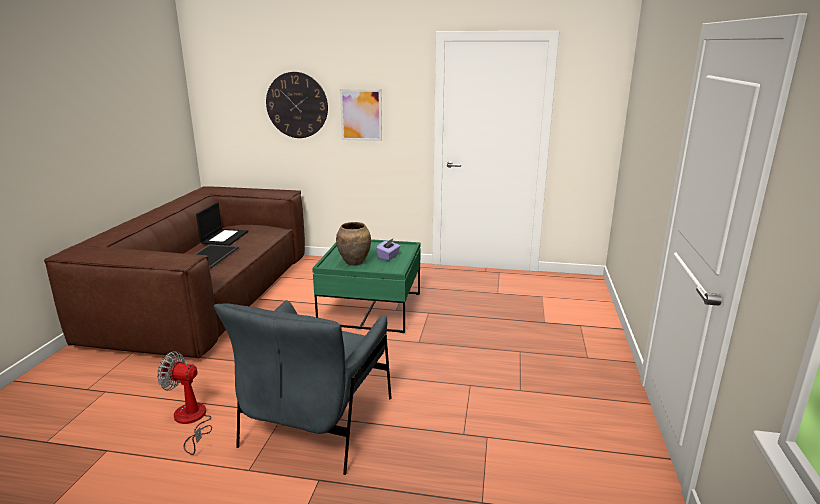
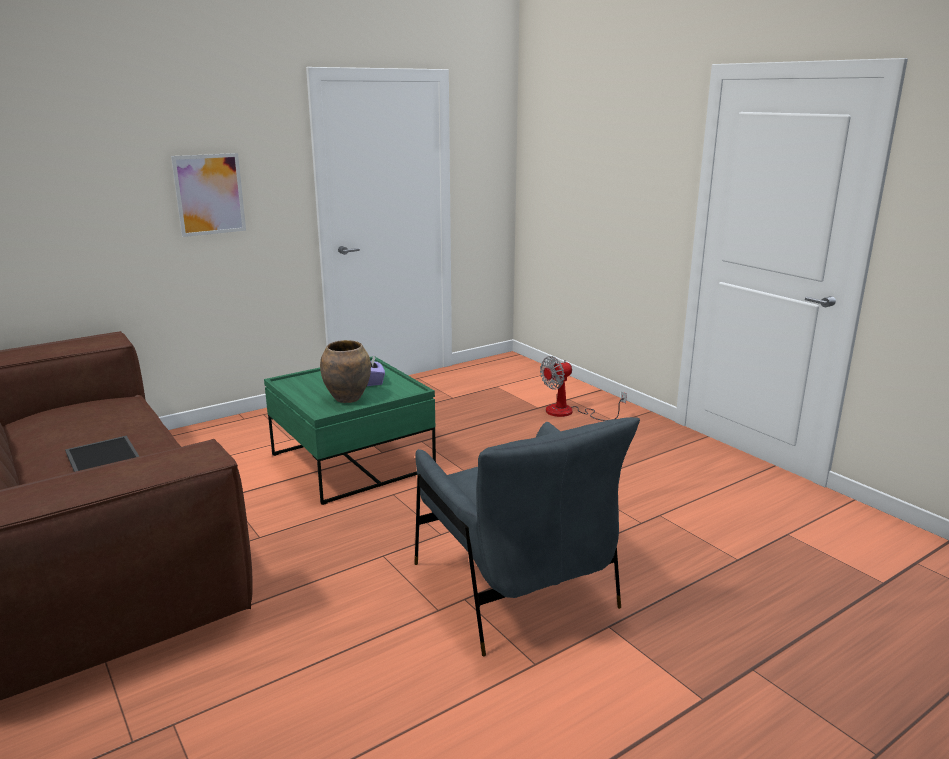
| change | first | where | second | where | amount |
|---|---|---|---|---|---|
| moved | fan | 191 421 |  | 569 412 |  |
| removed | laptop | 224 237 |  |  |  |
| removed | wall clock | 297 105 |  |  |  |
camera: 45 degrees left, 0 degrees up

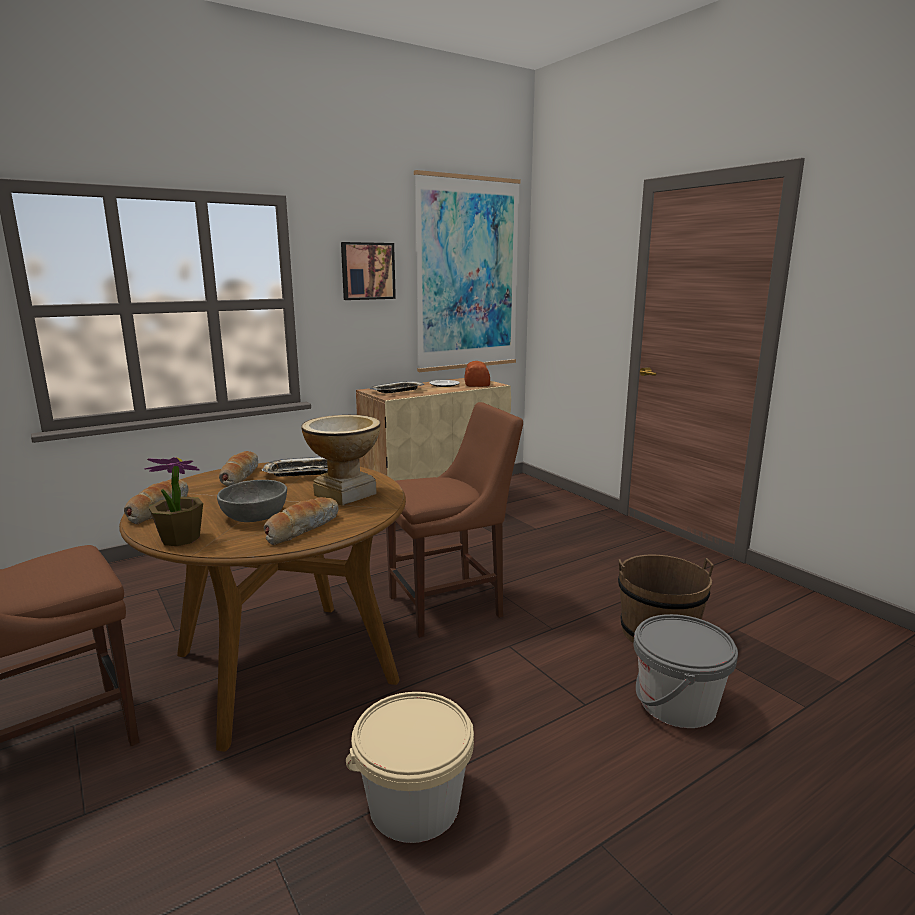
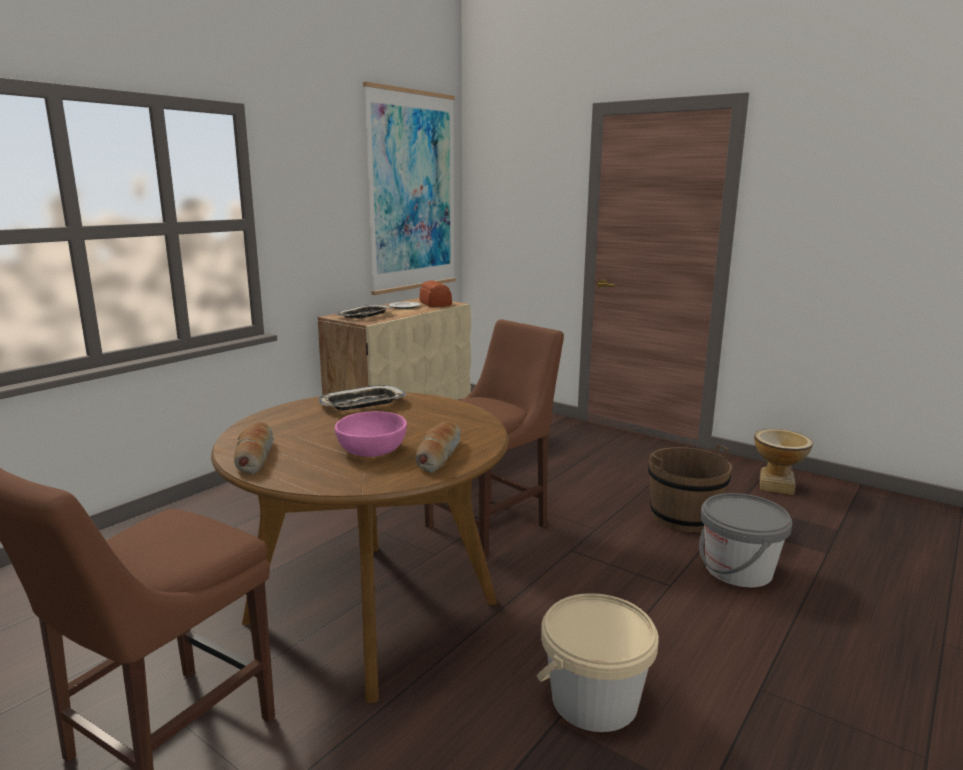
| change | first | where | second | where | amount |
|---|---|---|---|---|---|
| recoloured | grey bowl | 254 515 | pink bowl | 372 450 |  |
| moved | vase | 345 494 |  | 776 486 |  |
| removed | potted plant | 180 539 |  |  |  |
| removed | bread | 239 476 |  |  |  |
| removed | picture | 367 271 |  |  |  |
camera: 20 degrees left, 0 degrees up

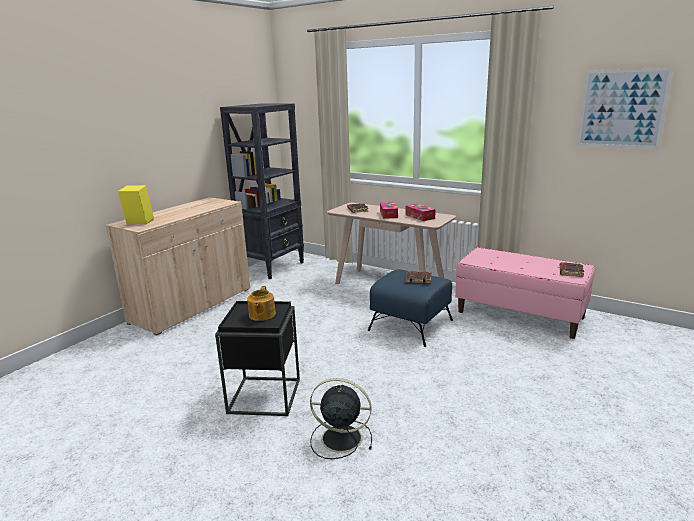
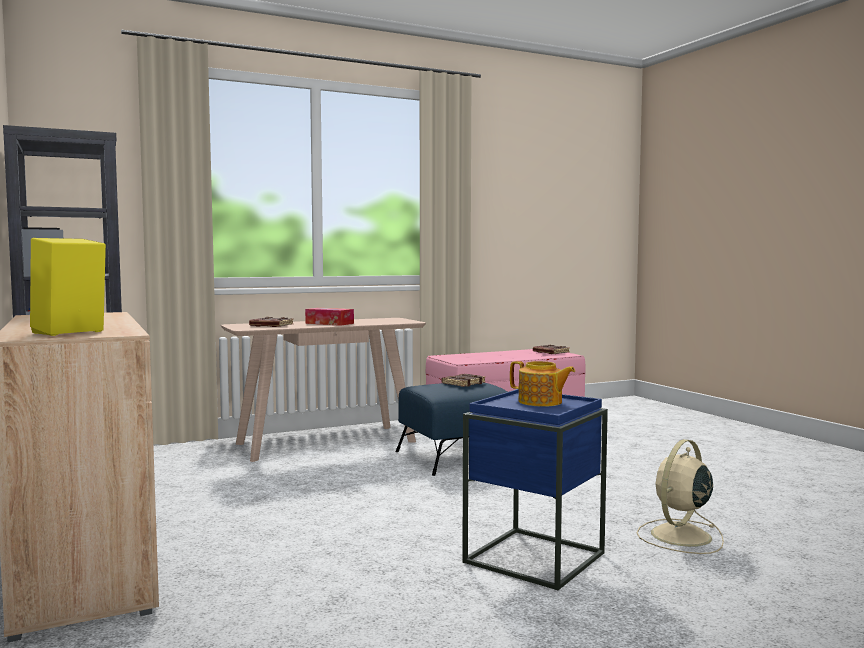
| change | first | where | second | where | amount |
|---|---|---|---|---|---|
| recoloured | black side table | 264 396 | blue side table | 533 557 |  |
| recoloured | black fan | 339 438 | beige fan | 679 536 |  |
| removed | tissue box | 420 217 |  |  |  |
| removed | picture | 622 109 |  |  |  |
camera: 60 degrees left, 15 degrees down

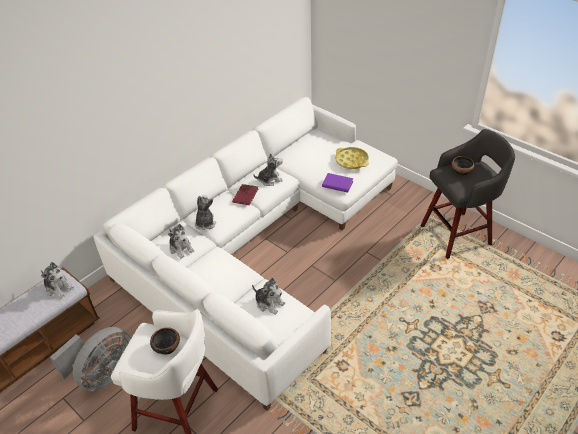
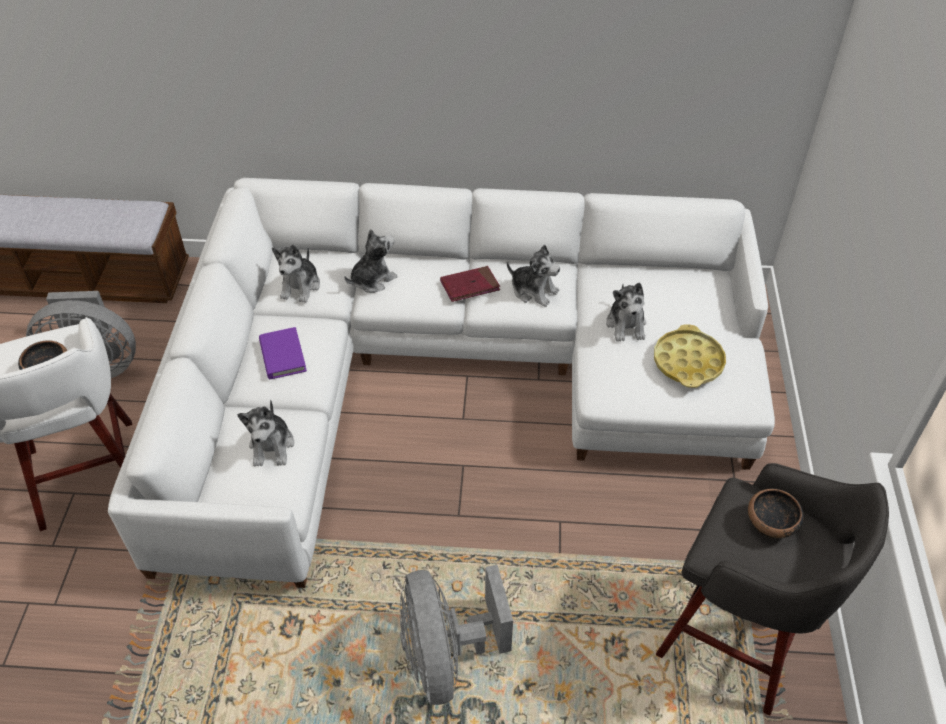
| change | first | where | second | where | amount |
|---|---|---|---|---|---|
| moved | purple book | 337 184 |  | 282 356 |  |
| added |  |  | grey fan | 446 657 |  |
| moved | plush toy | 58 287 |  | 626 324 |  |
camera: 50 degrees right, 5 degrees up

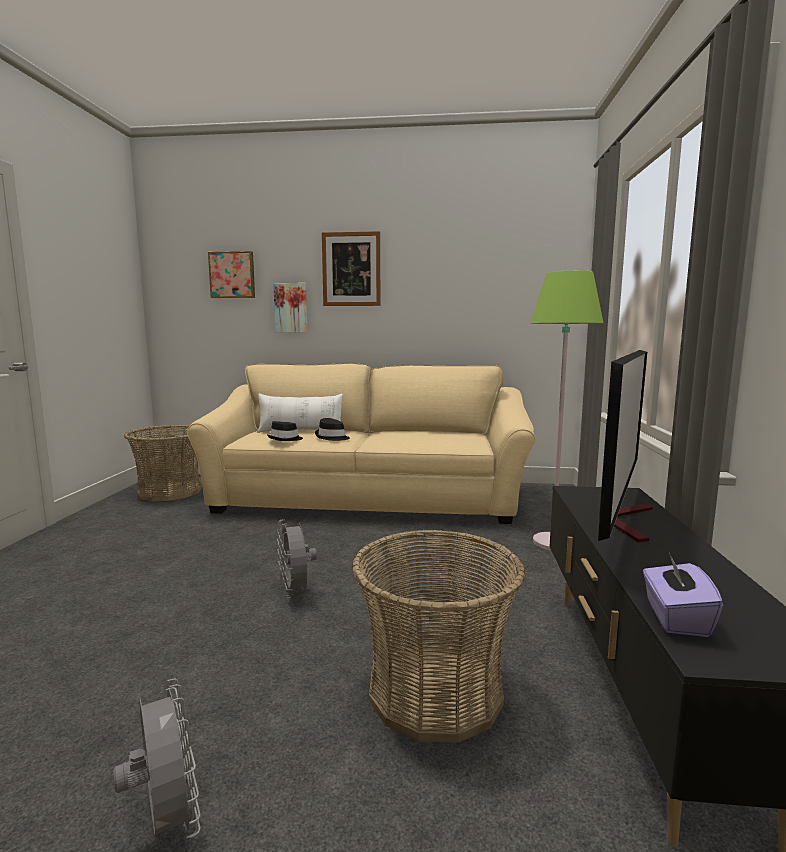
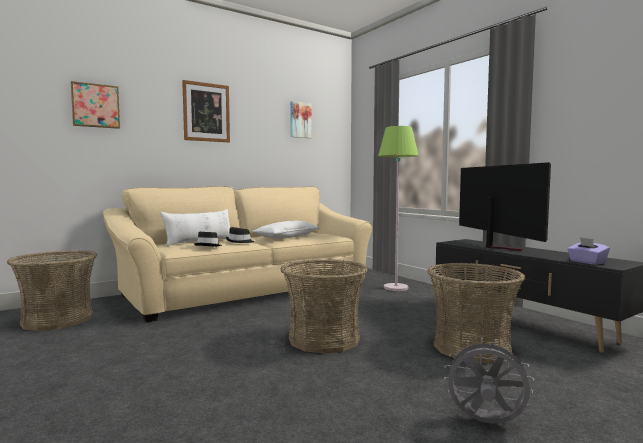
| change | first | where | second | where | amount |
|---|---|---|---|---|---|
| added |  |  | white pillow | 287 237 |  |
| replaced | grey fan | 295 592 | basket | 324 339 |  |
| moved | picture | 291 308 |  | 300 120 |  |
camera: 40 degrees left, 5 degrees down

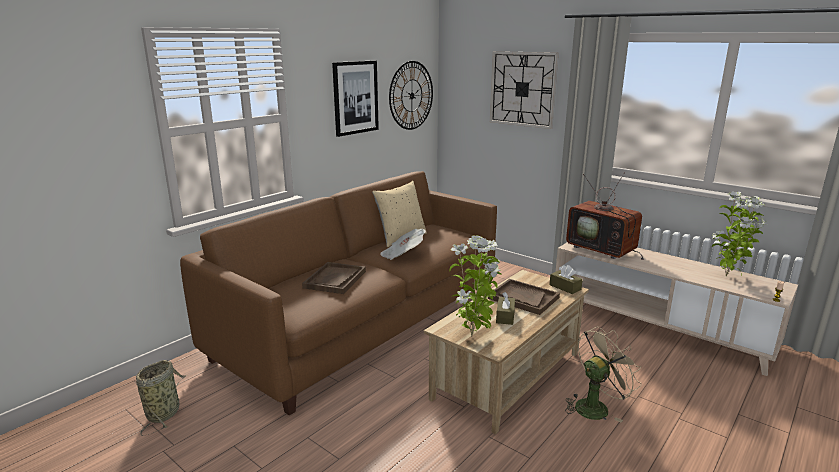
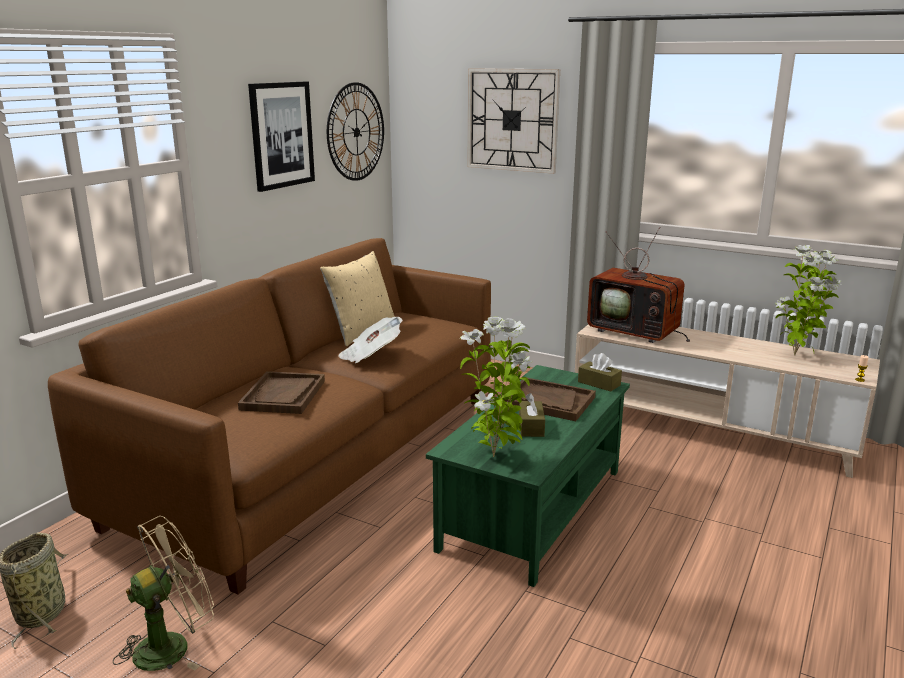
| change | first | where | second | where | amount |
|---|---|---|---|---|---|
| moved | beige fan | 596 406 |  | 172 645 |  |
| recoloured | beige coffee table | 507 375 | green coffee table | 533 508 |  |
camera: 10 degrees left, 0 degrees up

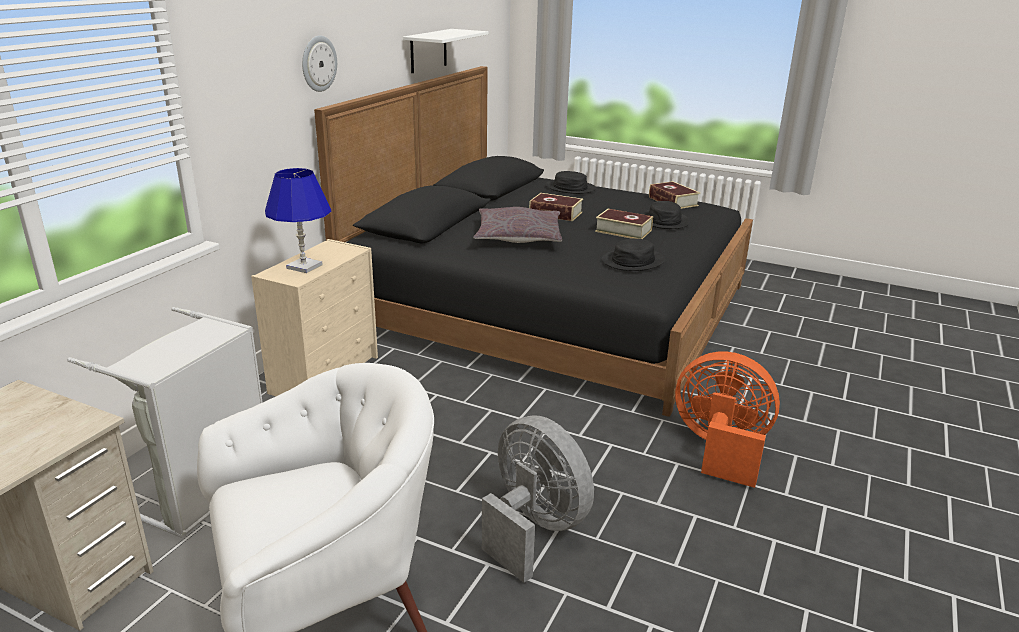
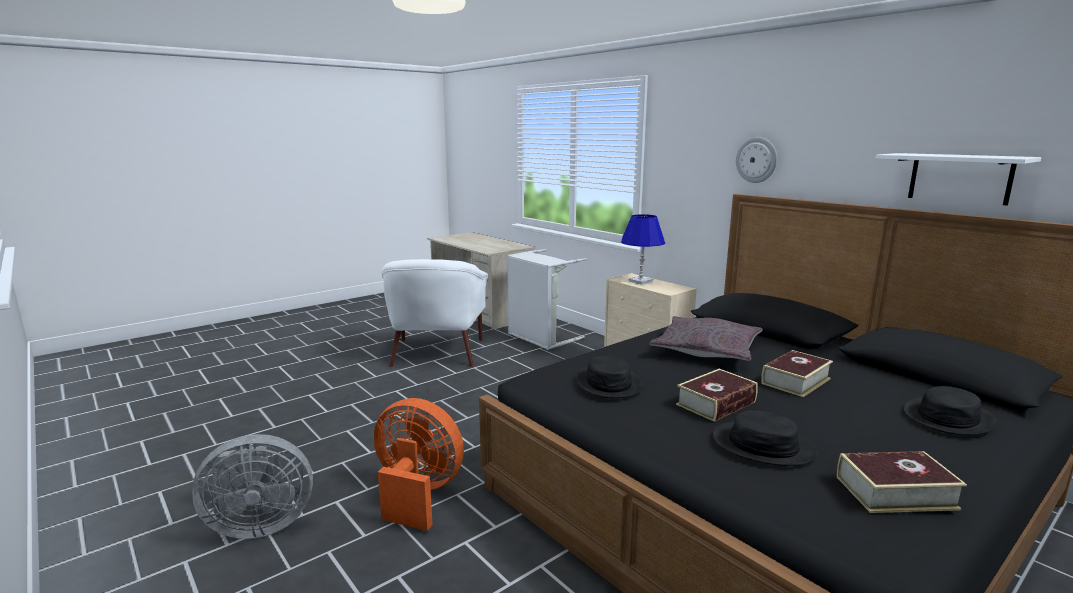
| change | first | where | second | where | amount |
|---|---|---|---|---|---|
| moved | grey fan | 533 529 |  | 258 525 |  |
| turned | orange fan | 720 449 |  | 417 494 | 120 degrees counterclockwise |
camera: 115 degrees right, 10 degrees down

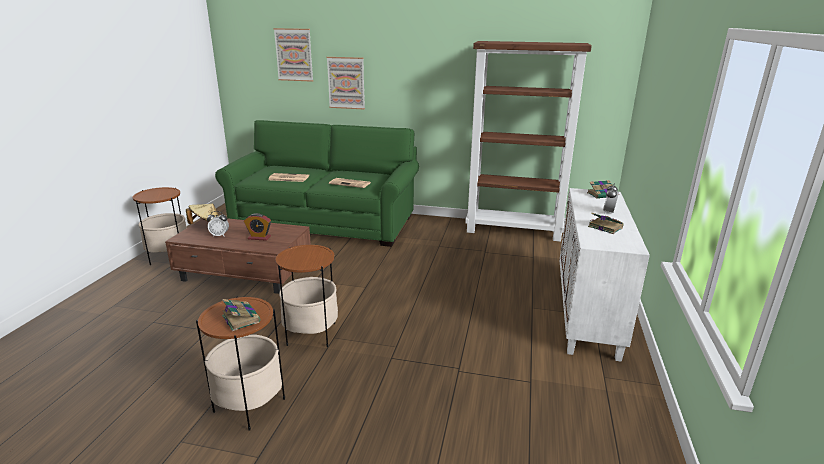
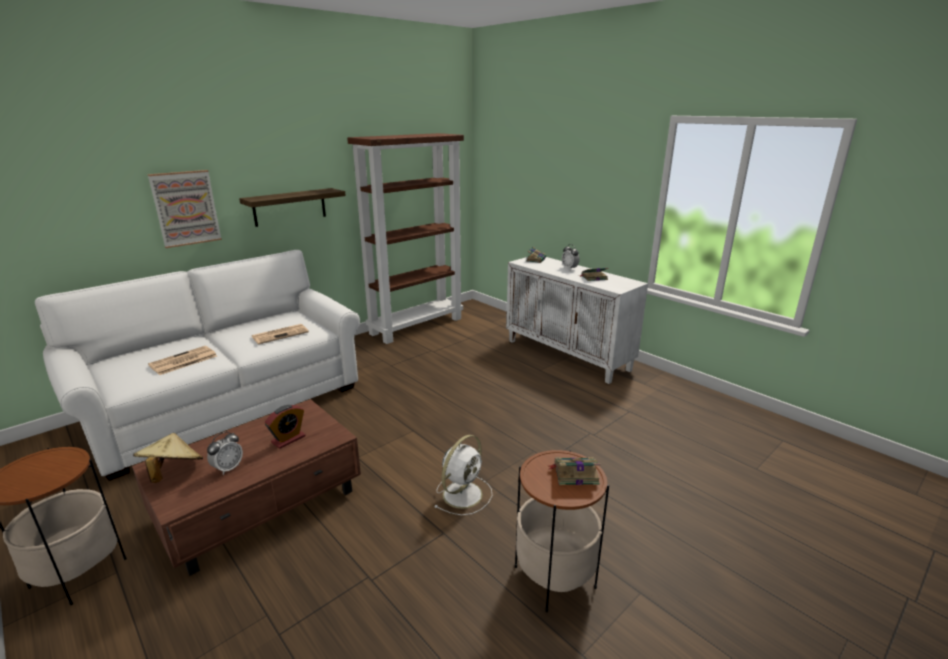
| change | first | where | second | where | amount |
|---|---|---|---|---|---|
| recoloured | green sofa | 325 223 | white sofa | 228 405 |  |
| added |  |  | shelf | 290 207 |  |
| replaced | side table | 311 334 | white fan | 463 493 |  |
| removed | picture | 294 55 |  |  |  |
camera: 55 degrees left, 0 degrees up

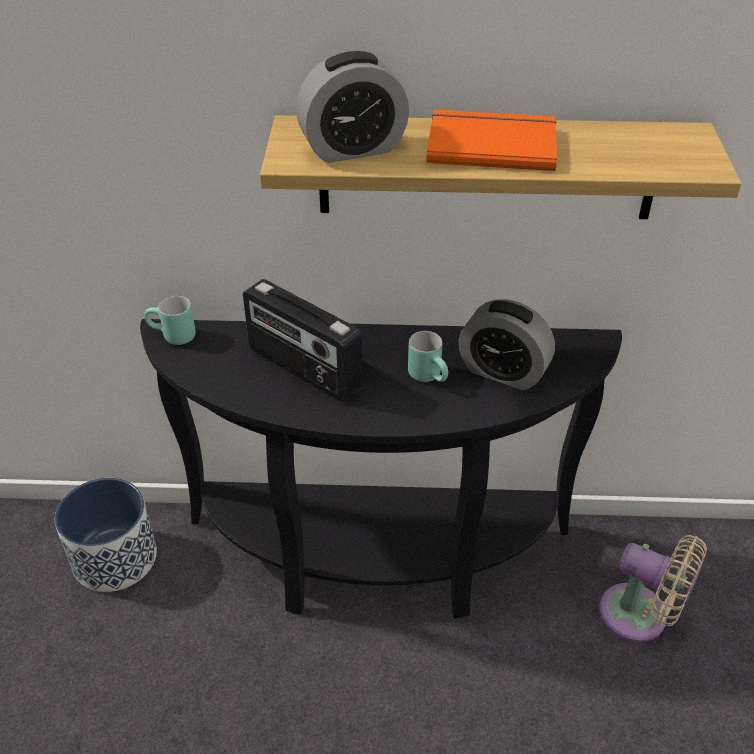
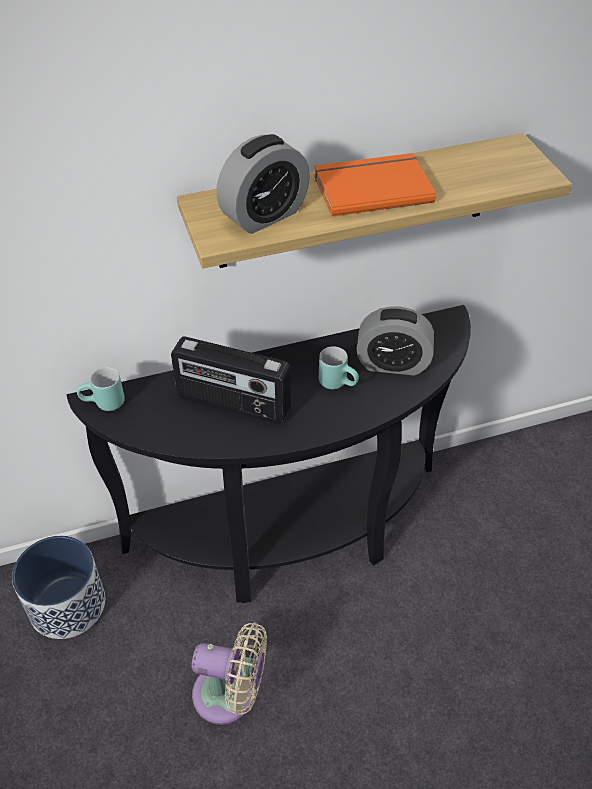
| change | first | where | second | where | amount |
|---|---|---|---|---|---|
| moved | beige fan | 640 617 |  | 230 695 |  |
camera: 20 degrees left, 5 degrees up

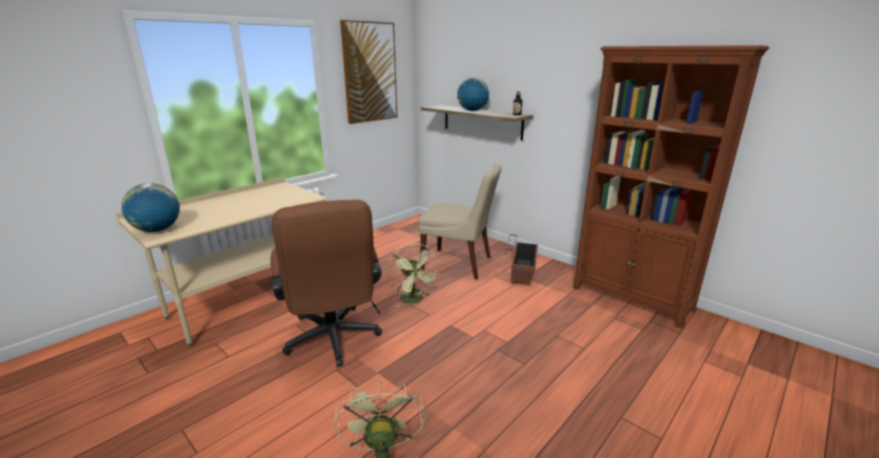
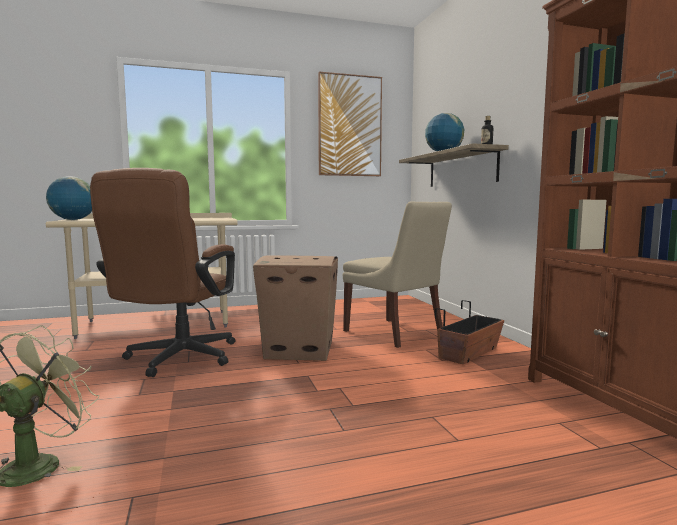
| change | first | where | second | where | amount |
|---|---|---|---|---|---|
| replaced | green fan | 414 300 | cardboard box | 300 349 |  |
camera: 30 degrees right, 15 degrees down

